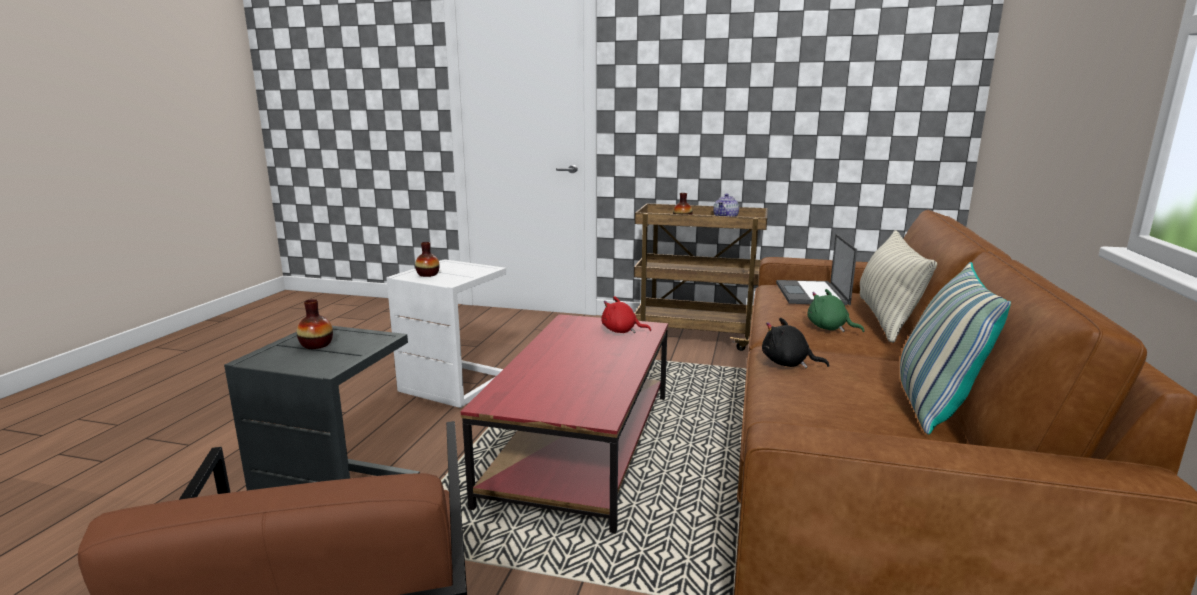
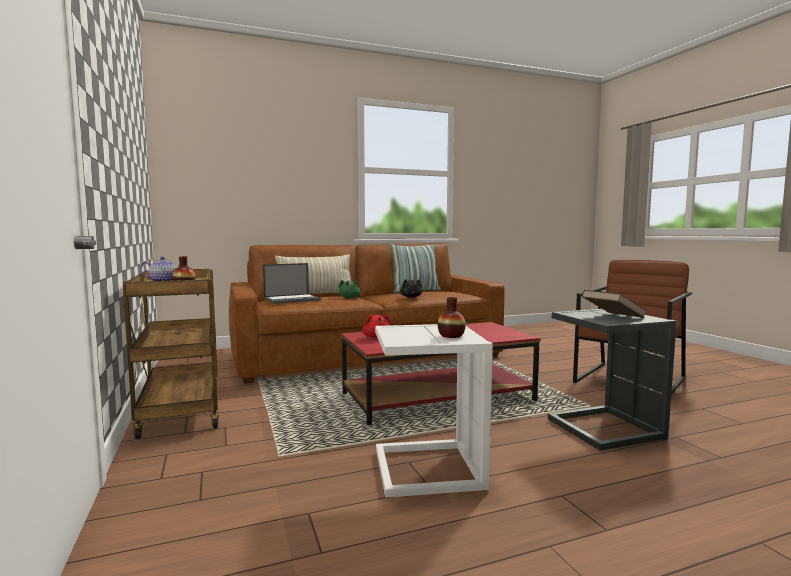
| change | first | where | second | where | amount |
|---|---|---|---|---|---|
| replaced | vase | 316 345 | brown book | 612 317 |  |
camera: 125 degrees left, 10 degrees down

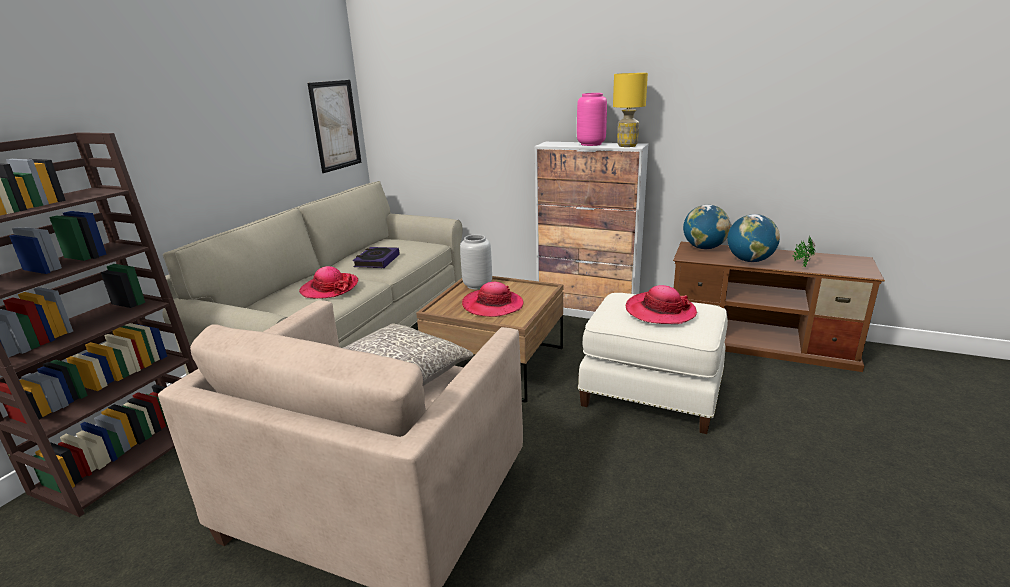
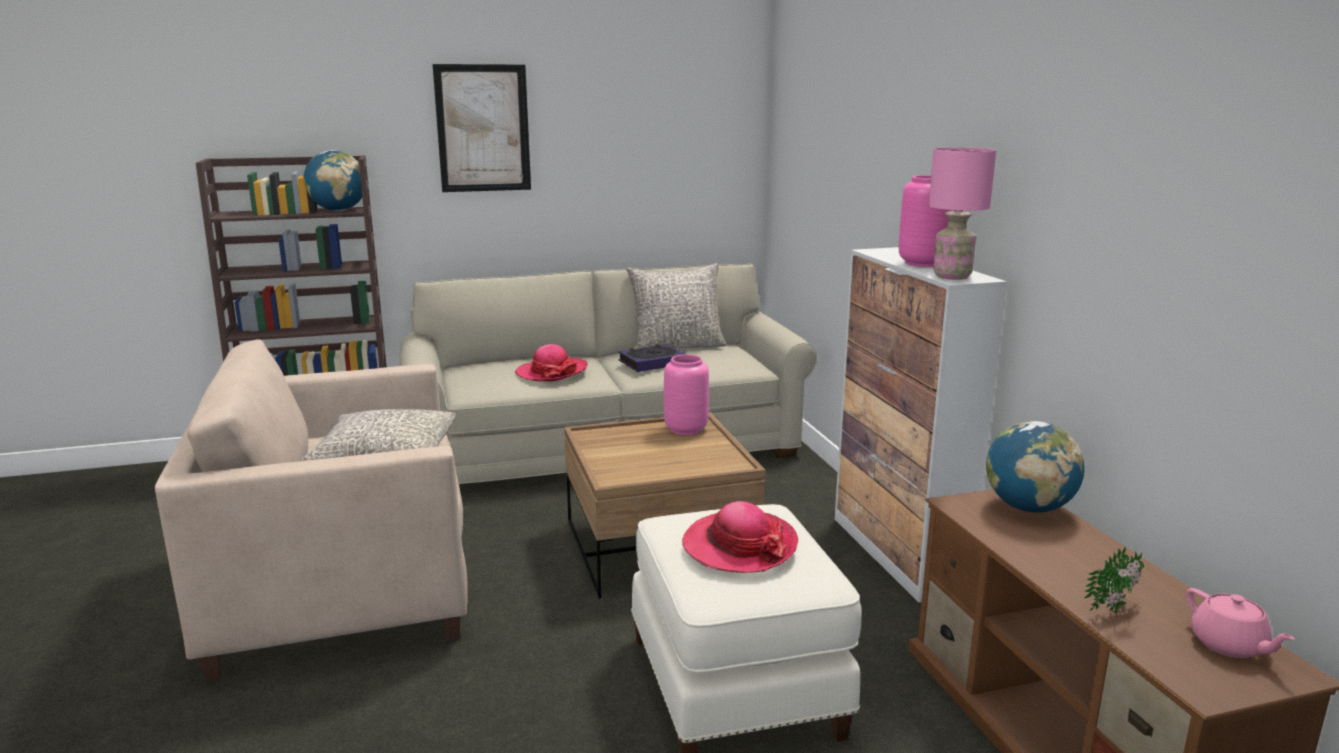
| change | first | where | second | where | amount |
|---|---|---|---|---|---|
| moved | globe | 749 260 |  | 338 210 |  |
| moved | picture | 335 125 |  | 483 128 |  |
| added |  |  | grey pillow | 677 347 |  |
| recoloured | grey vase | 477 285 | pink vase | 685 429 |  |
| recoloured | yellow table lamp | 626 146 | pink table lamp | 951 276 |  |
| added |  |  | pink teapot | 1229 645 |  |
| removed | hat | 493 305 |  |  |  |
camera: 50 degrees right, 5 degrees down

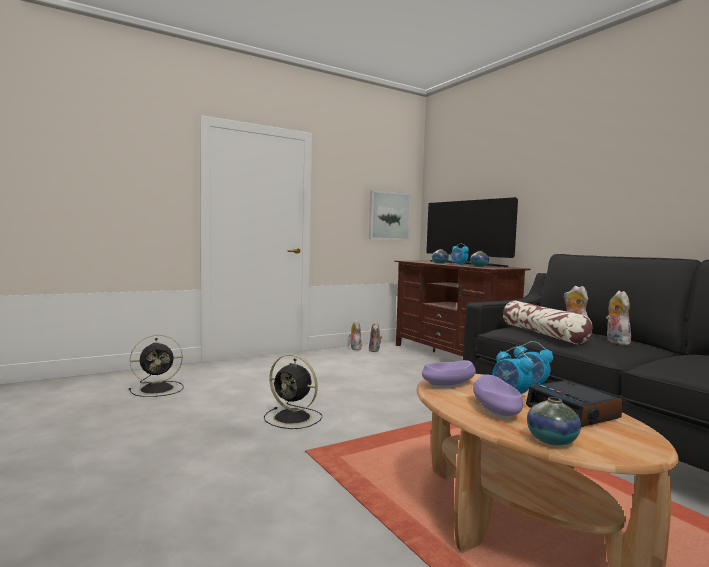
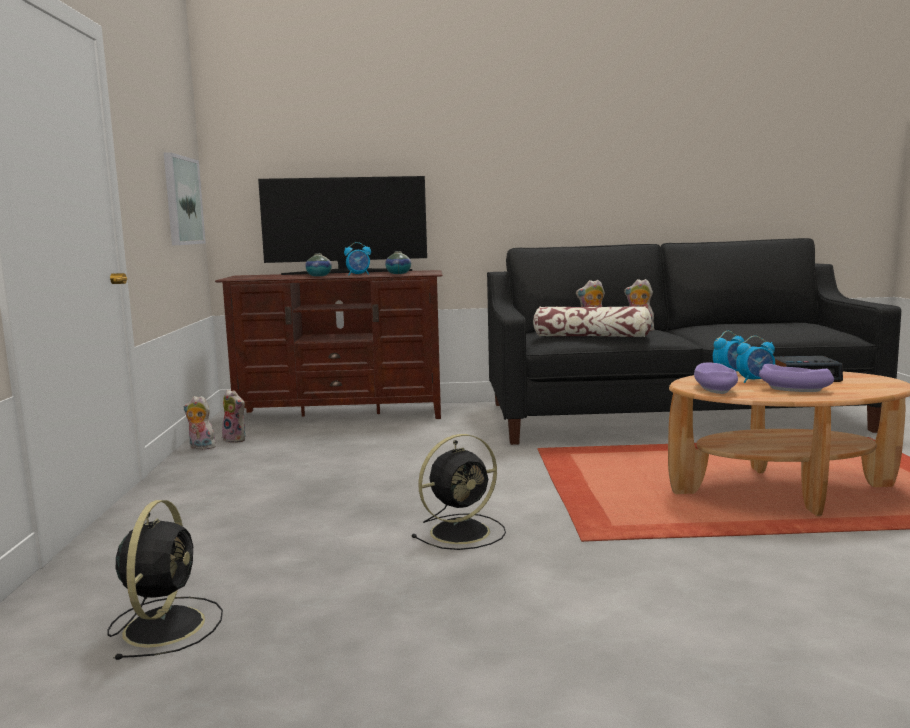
| change | first | where | second | where | amount |
|---|---|---|---|---|---|
| removed | vase | 552 440 |  |  |  |
camera: 60 degrees left, 5 degrees up

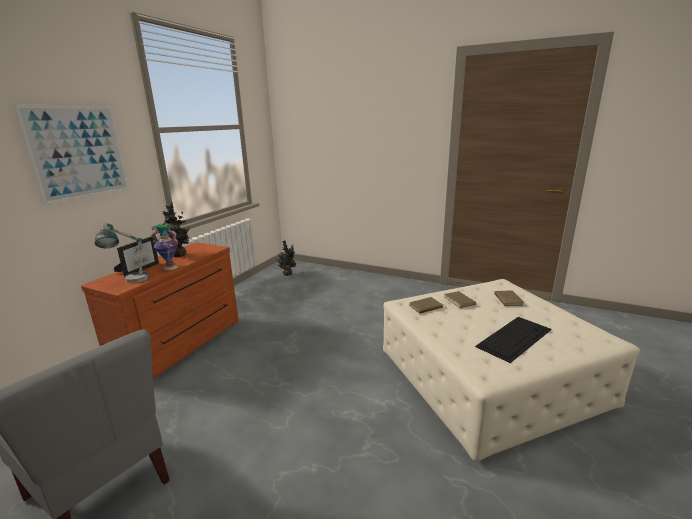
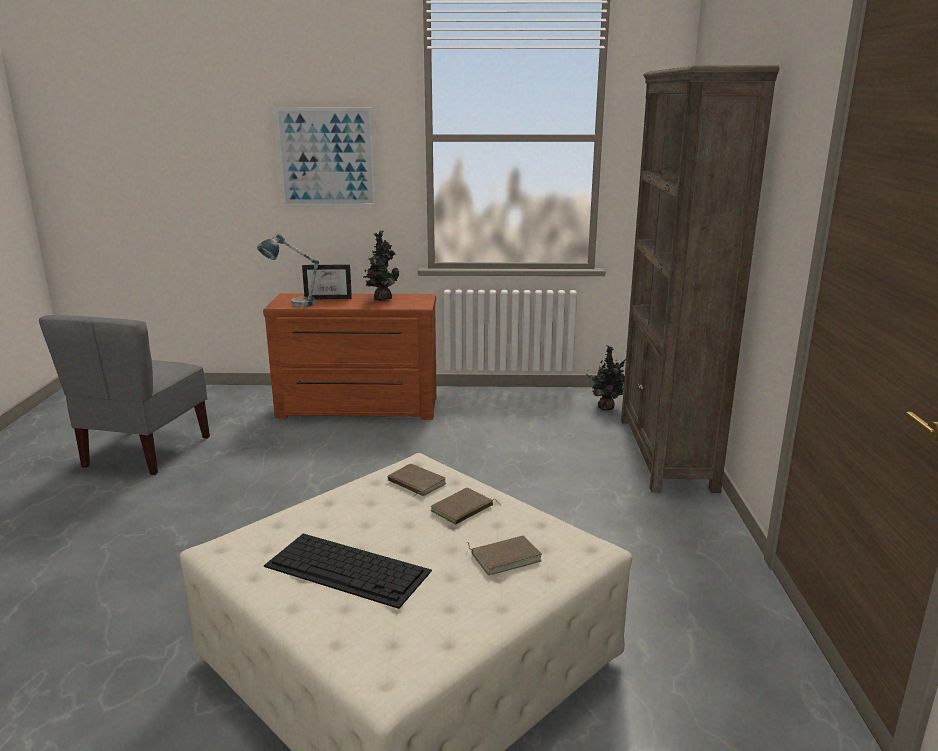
| change | first | where | second | where | amount |
|---|---|---|---|---|---|
| added |  |  | brown bookcase | 666 453 |  |
| removed | vase | 170 267 |  |  |  |
camera: 65 degrees right, 0 degrees up

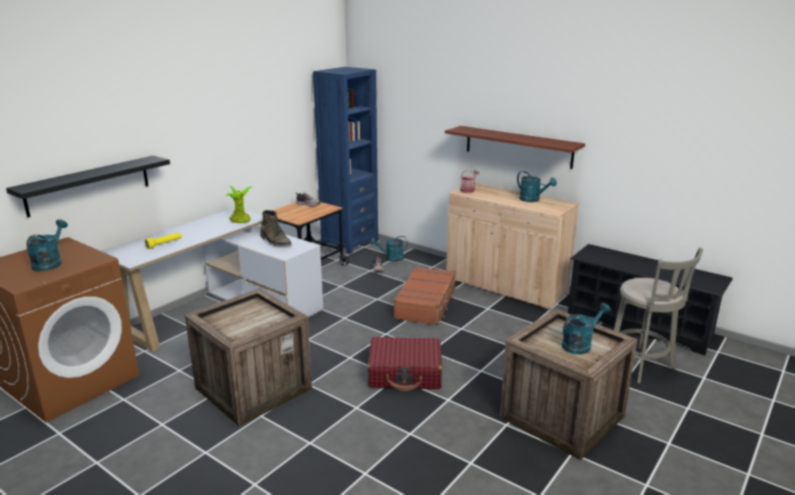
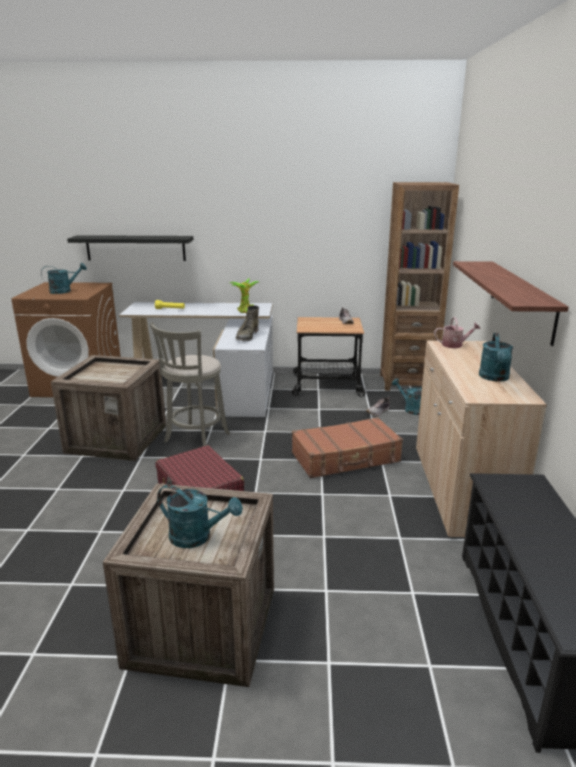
| change | first | where | second | where | amount |
|---|---|---|---|---|---|
| moved | grey stool | 642 366 |  | 195 439 |  |
| recoloured | blue bookcase | 349 243 | brown bookcase | 407 382 |  |
camera: 55 degrees right, 0 degrees up

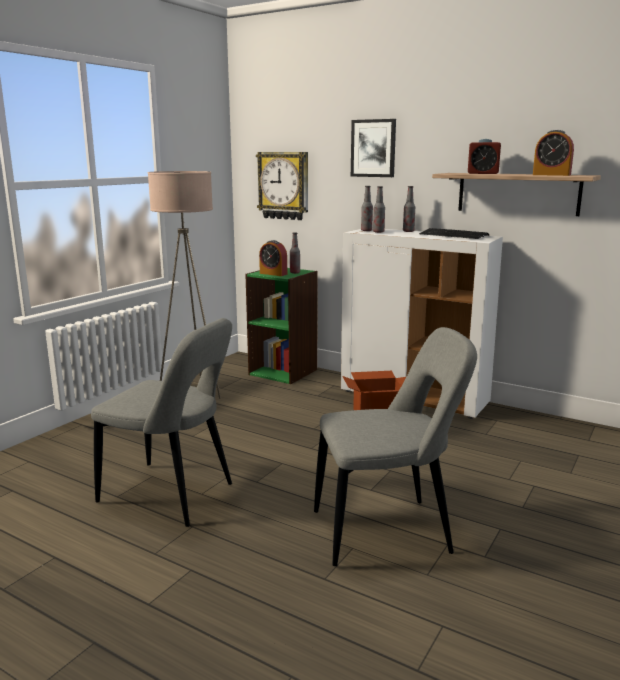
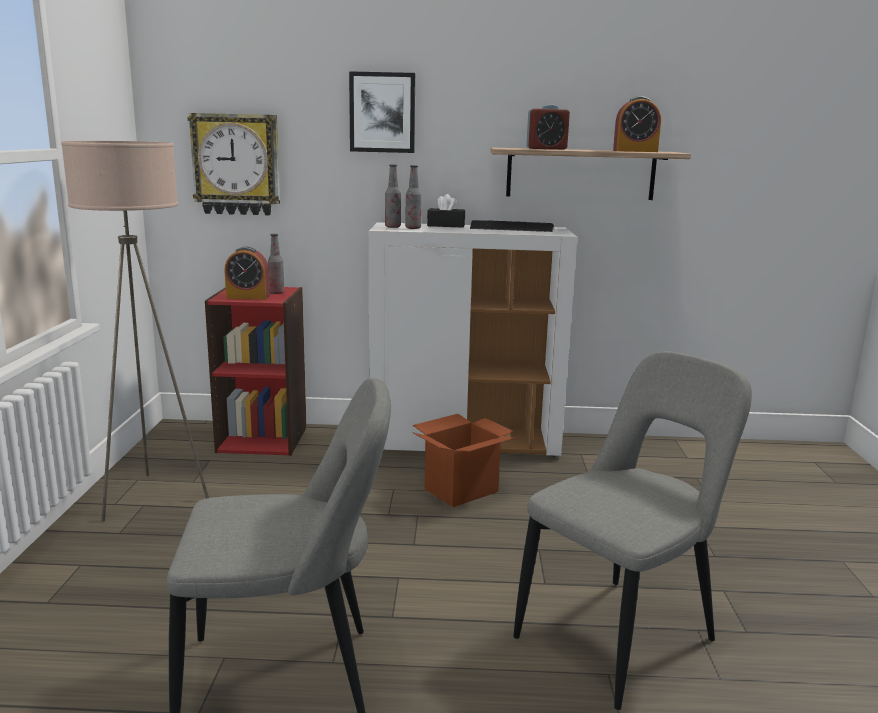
| change | first | where | second | where | amount |
|---|---|---|---|---|---|
| recoloured | green bookcase | 283 372 | red bookcase | 263 439 |  |
| replaced | bottle | 408 231 | black tissue box | 446 225 |  |
camera: 30 degrees left, 0 degrees up

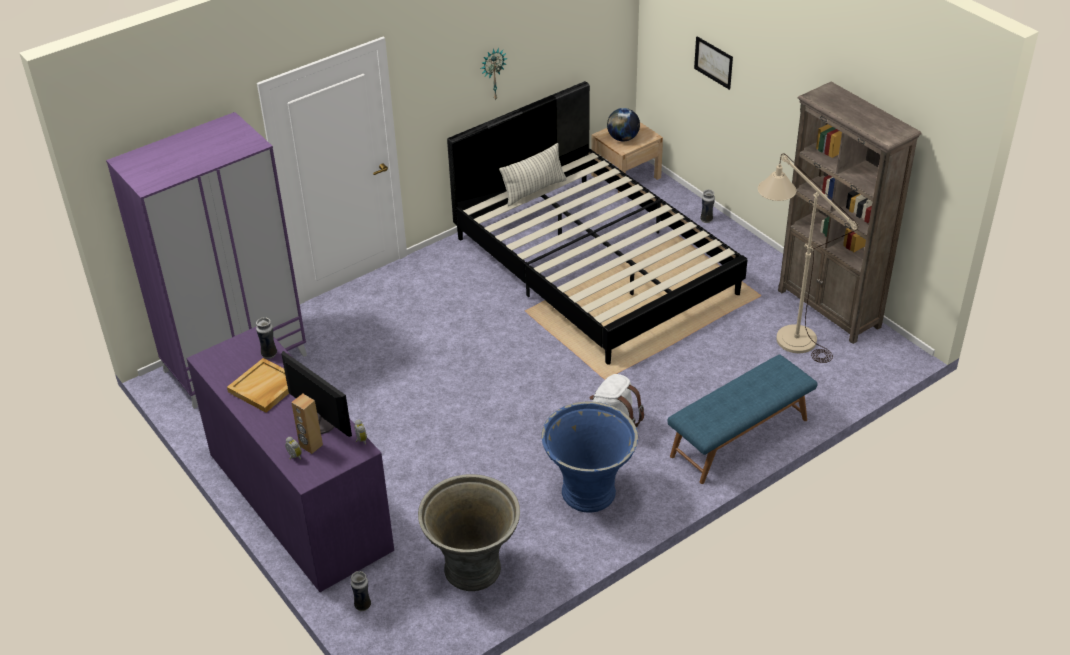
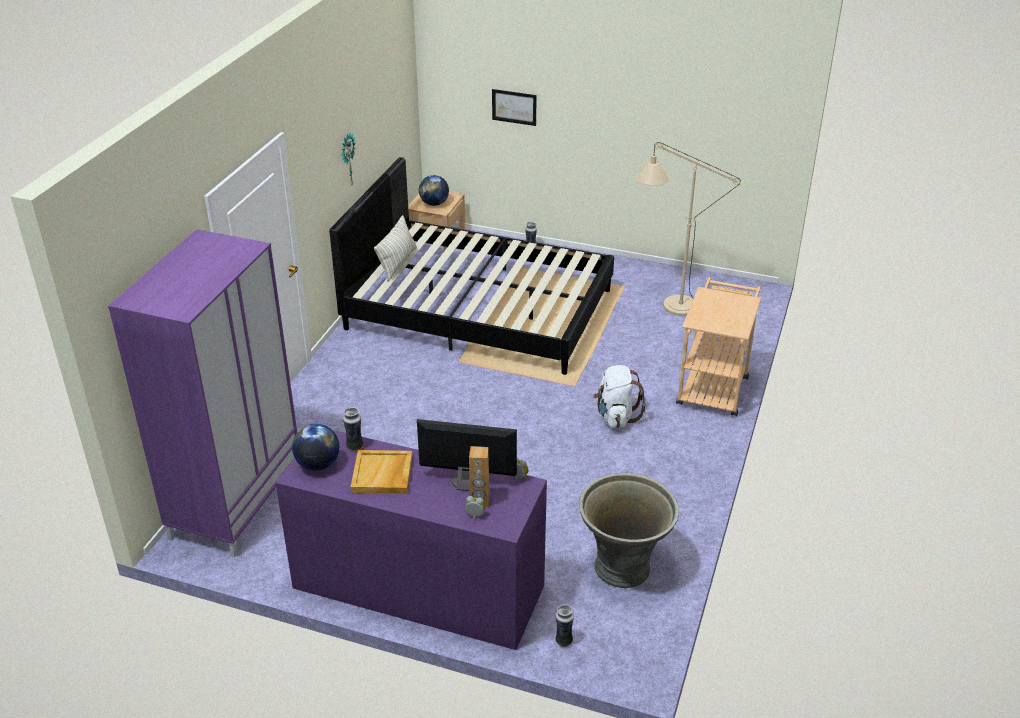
| change | first | where | second | where | amount |
|---|---|---|---|---|---|
| added |  |  | globe | 318 464 |  |
| replaced | blue bench | 740 438 | beige cart | 714 386 |  |
| removed | blue planter | 589 493 |  |  |  |
| removed | brown bookcase | 829 309 |  |  |  |
camera: 35 degrees left, 5 degrees down

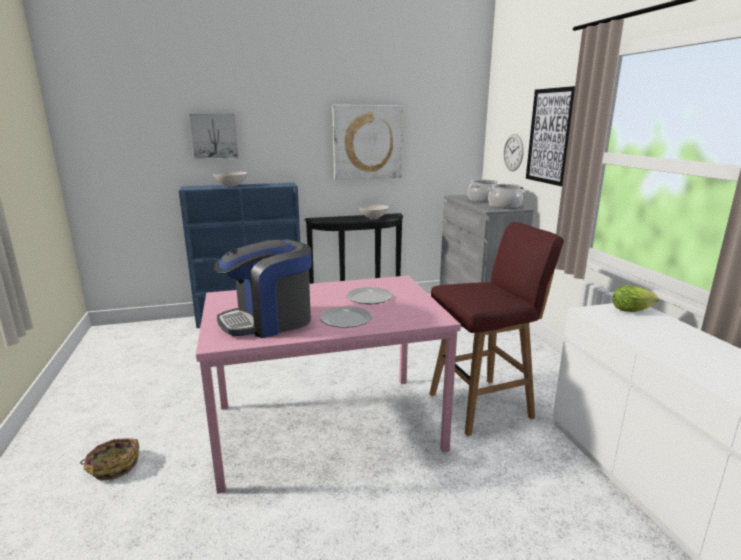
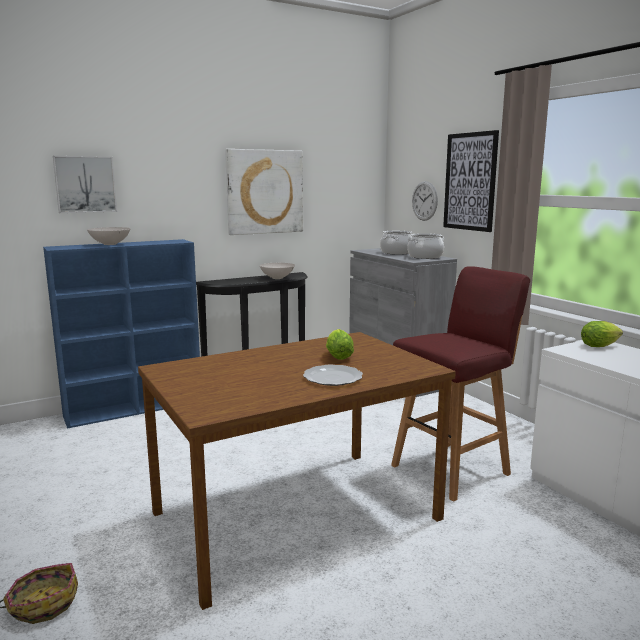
| change | first | where | second | where | amount |
|---|---|---|---|---|---|
| recoloured | pink dining table | 326 428 | brown dining table | 295 517 |  |
| replaced | plate | 369 298 | lettuce | 338 356 |  |
| removed | coffee machine | 269 321 |  |  |  |
camera: 15 degrees left, 5 degrees down

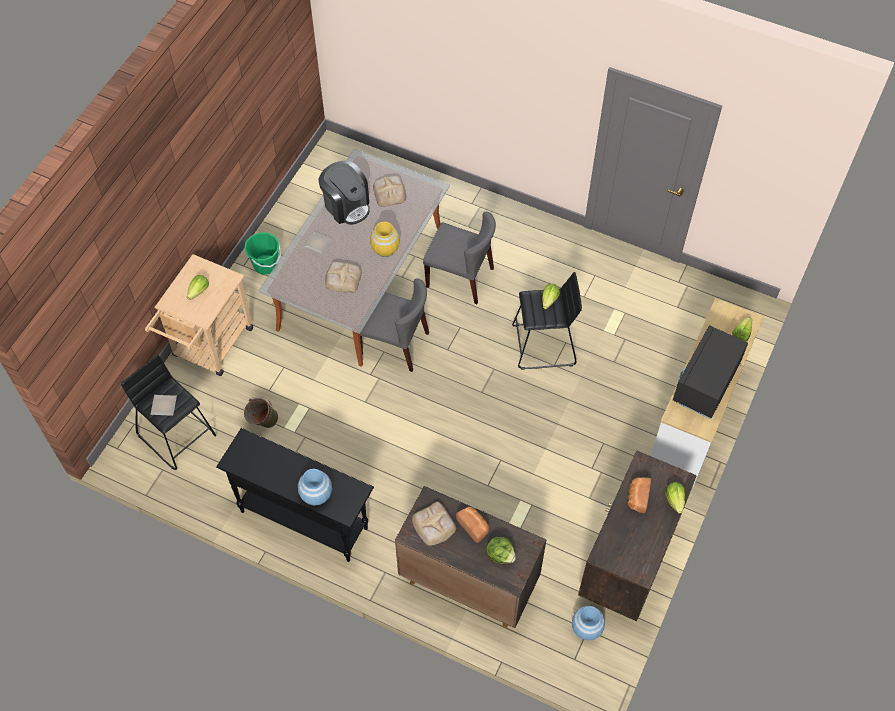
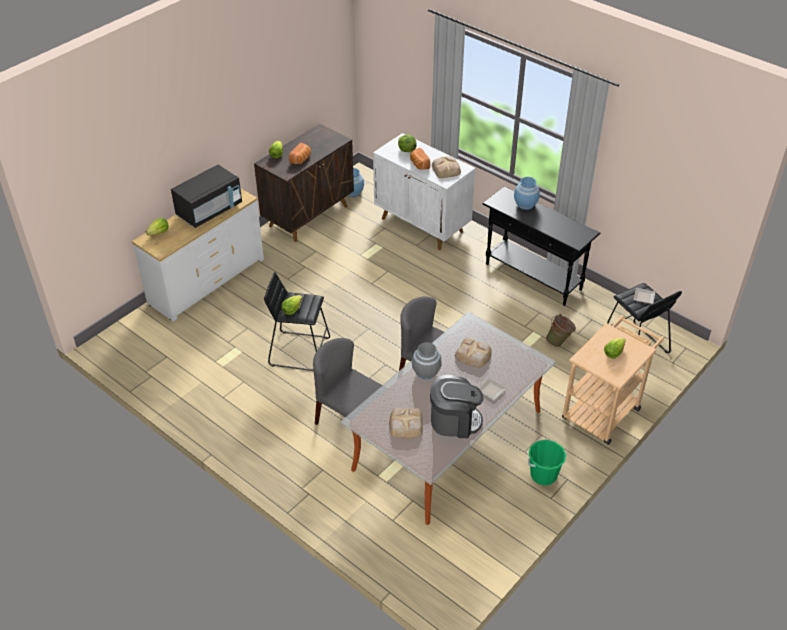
| change | first | where | second | where | amount |
|---|---|---|---|---|---|
| recoloured | brown cabinet | 467 582 | white cabinet | 422 225 |  |
| recoloured | yellow vase | 385 249 | grey vase | 426 372 |  |
| turned | coffee machine | 346 206 |  | 454 421 | 120 degrees clockwise |
camera: 165 degrees left, 15 degrees down

